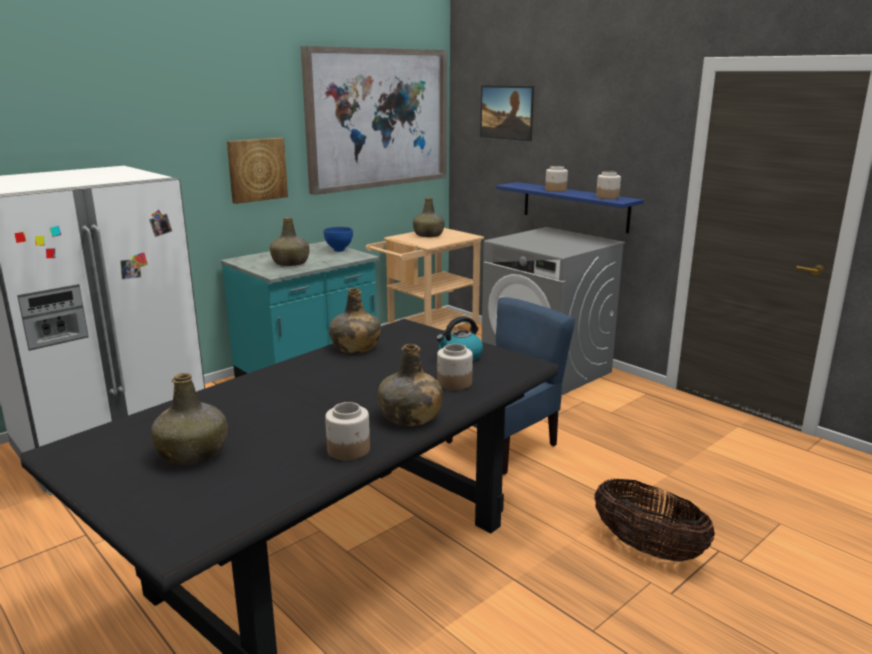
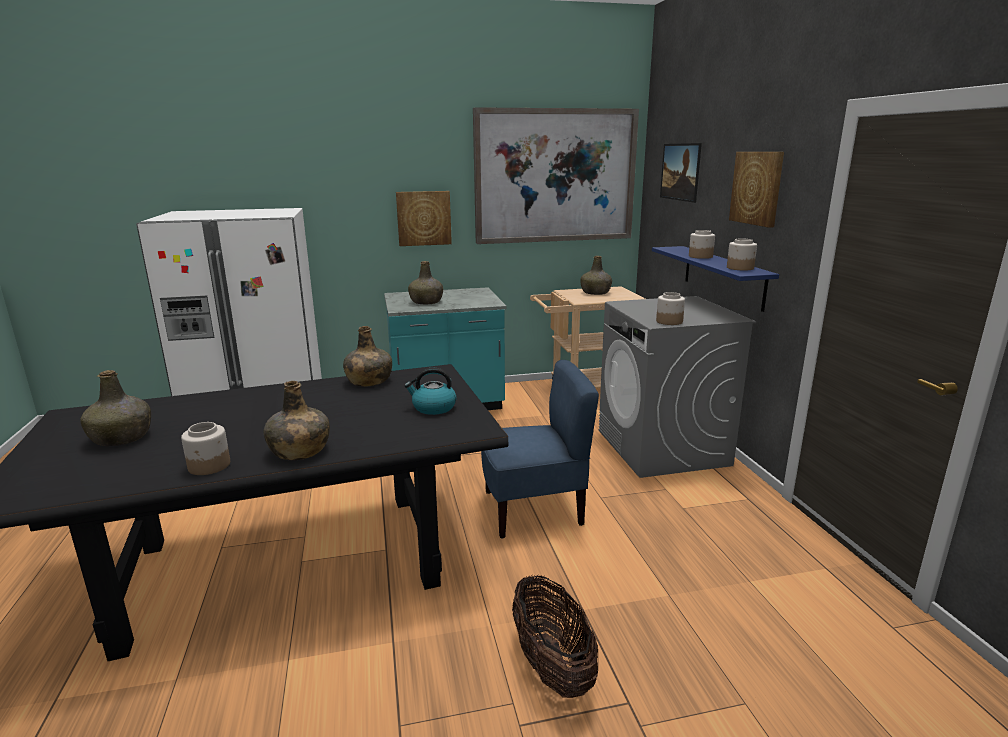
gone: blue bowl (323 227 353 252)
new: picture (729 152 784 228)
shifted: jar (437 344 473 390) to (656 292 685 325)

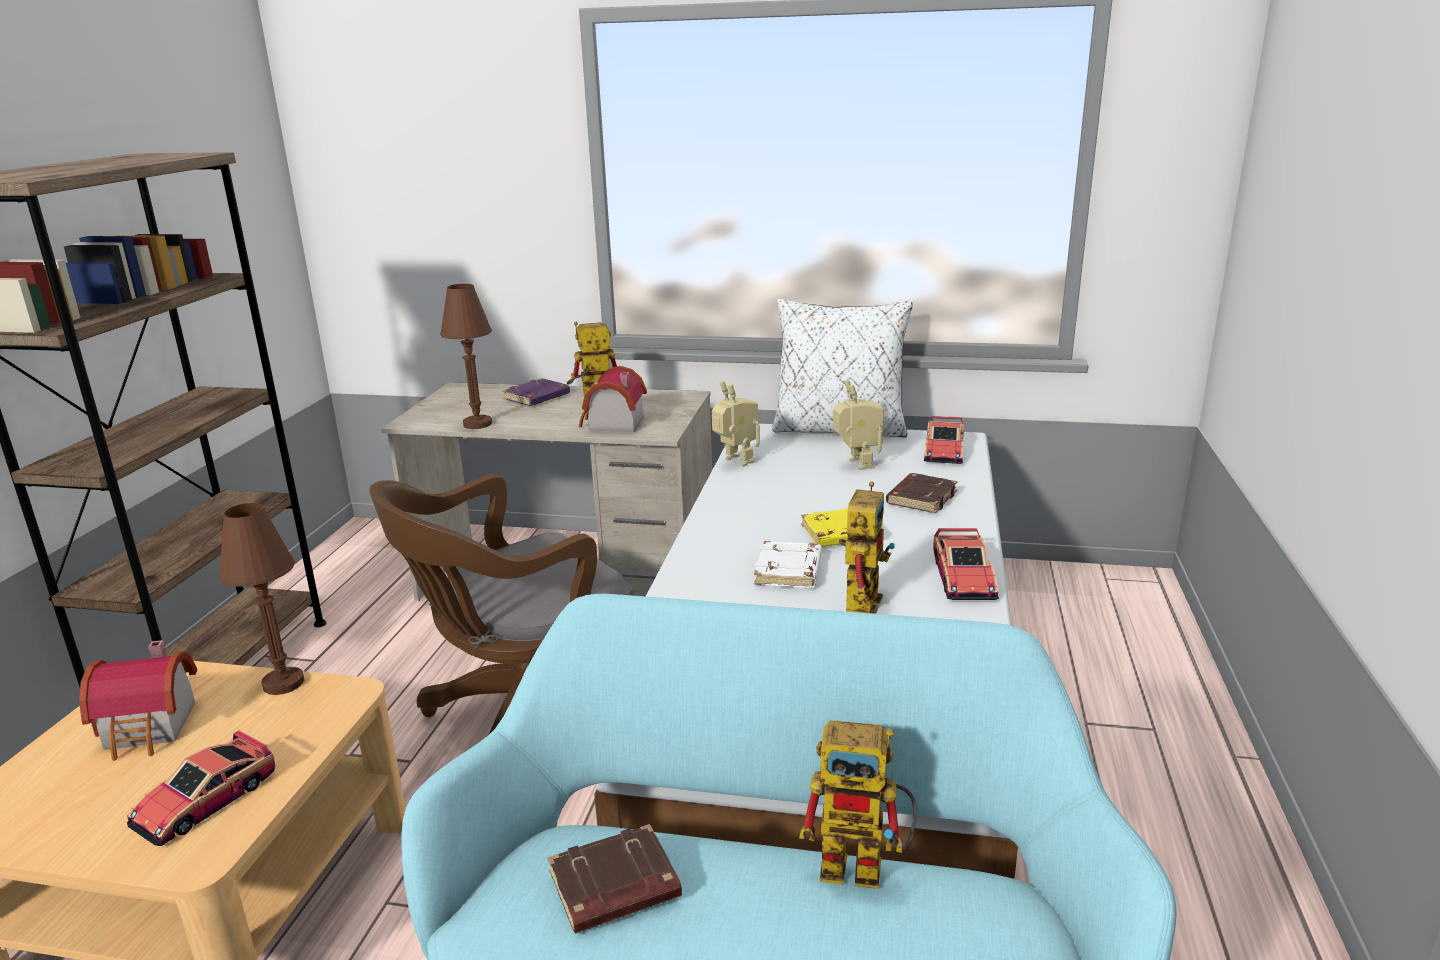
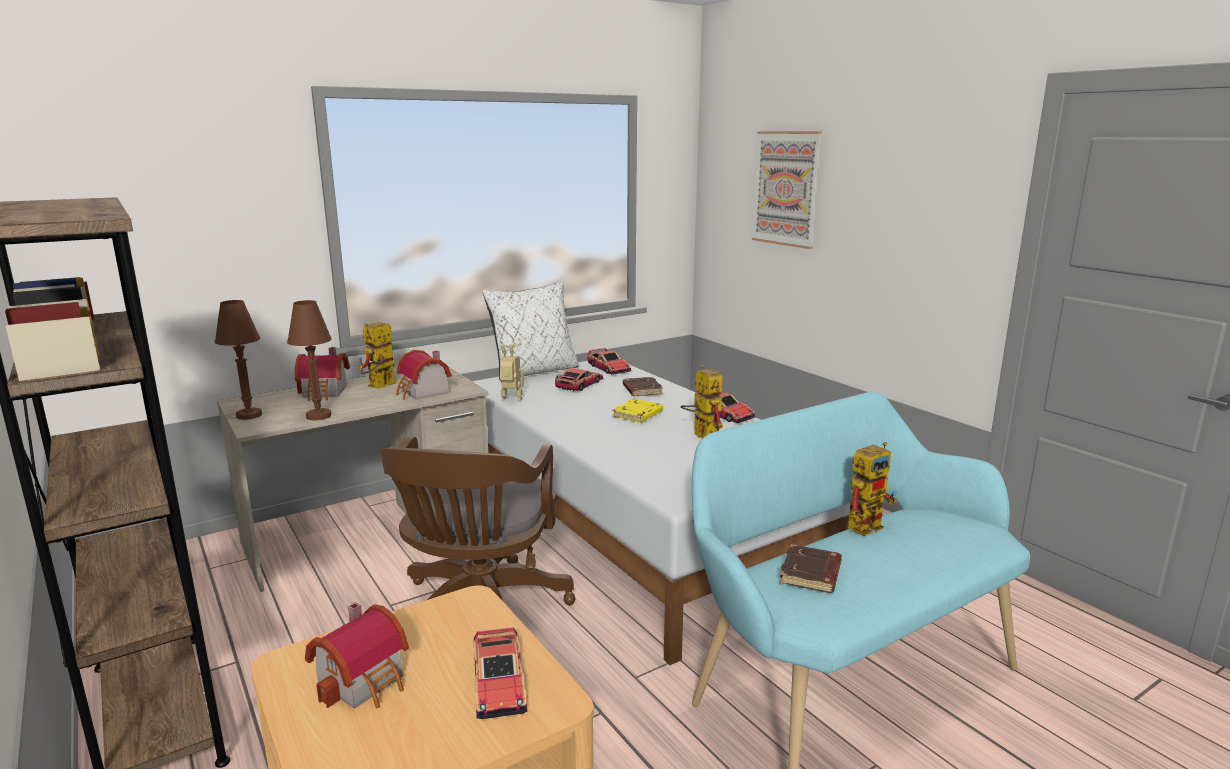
gone: white book (754 541 822 588)
new: picture (752 131 821 249)
shifted: brown table lamp (219 503 304 695) to (215 300 262 420)
swapped: purple book (502 378 570 406) to toy house (295 347 350 401); toy robot (833 381 884 470) to toy car (555 368 604 391)

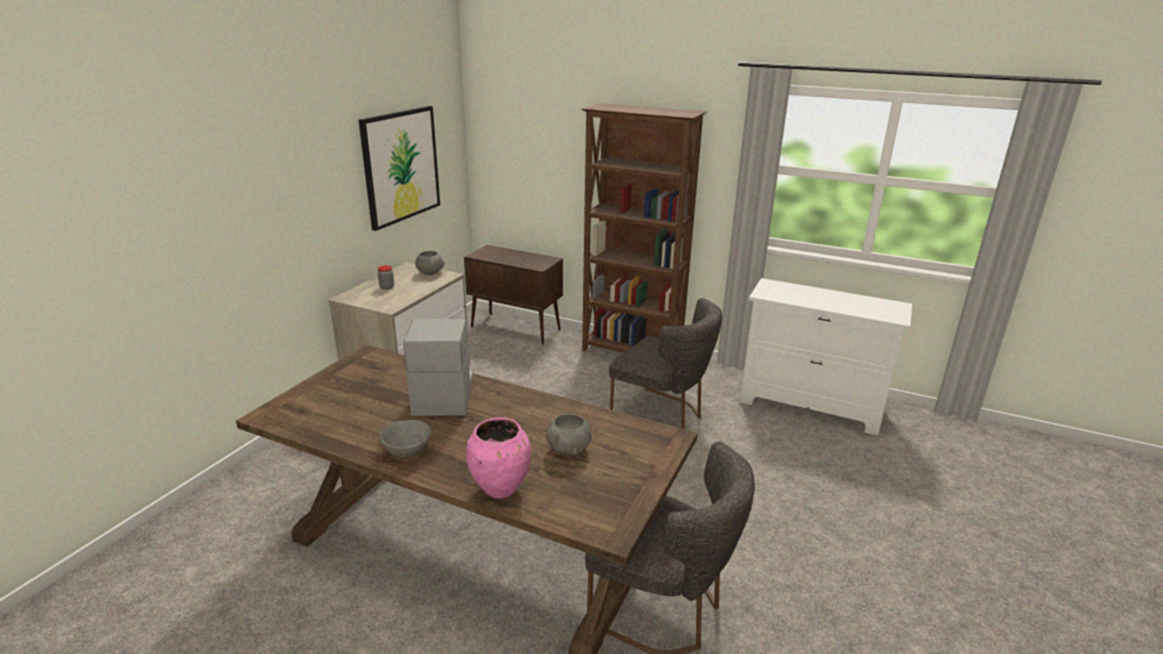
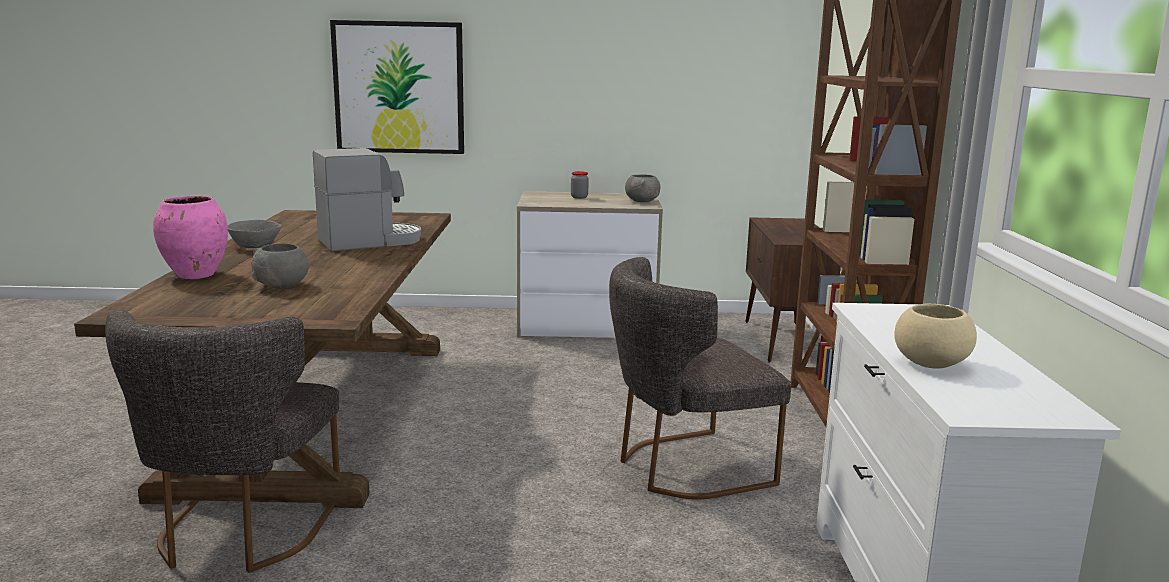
new: beige bowl (894 303 977 369)
shifted: picture (359 106 440 231) to (330 20 464 154)
rotated: grey chair (609 298 722 429) = (609 257 791 499) 60 degrees clockwise

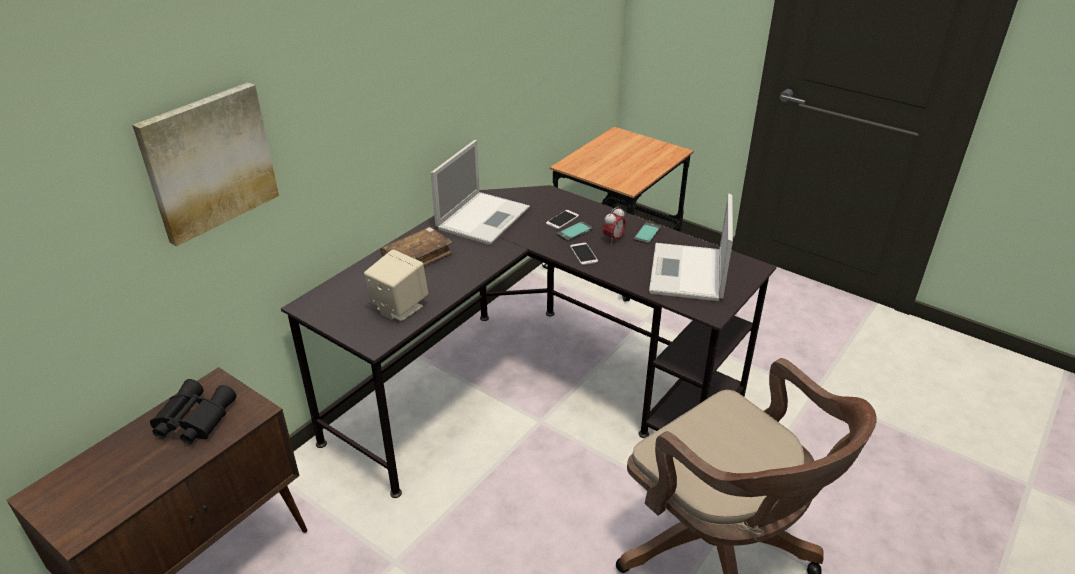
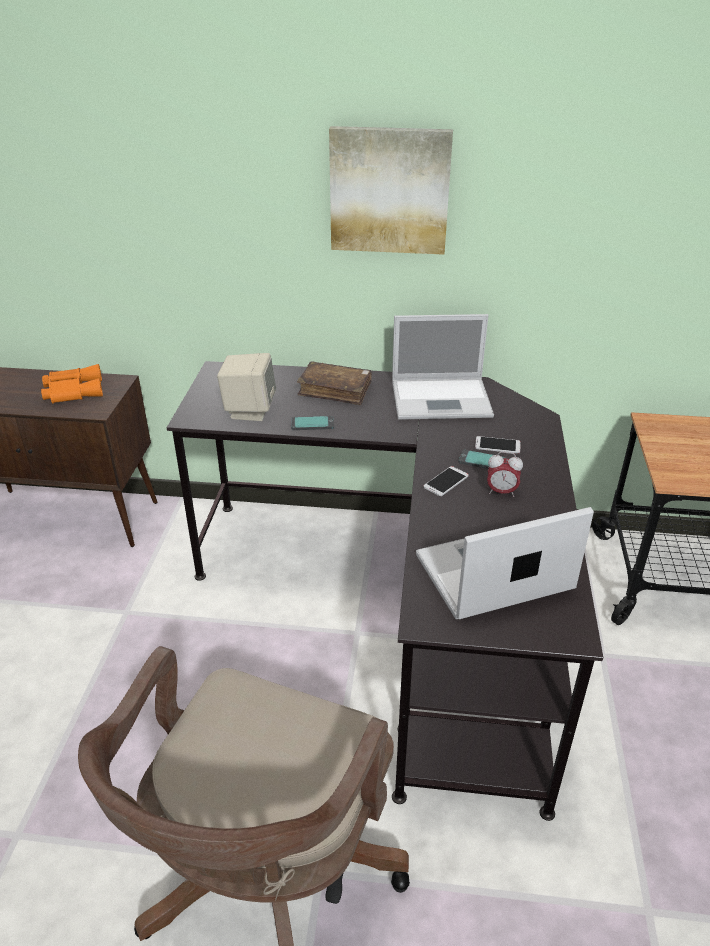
shifted: picture (132 82 279 246) to (329 126 453 255); phone (634 222 661 244) to (291 416 334 430)
repainted: black binoculars (150 379 236 444) to orange binoculars (41 364 103 404)

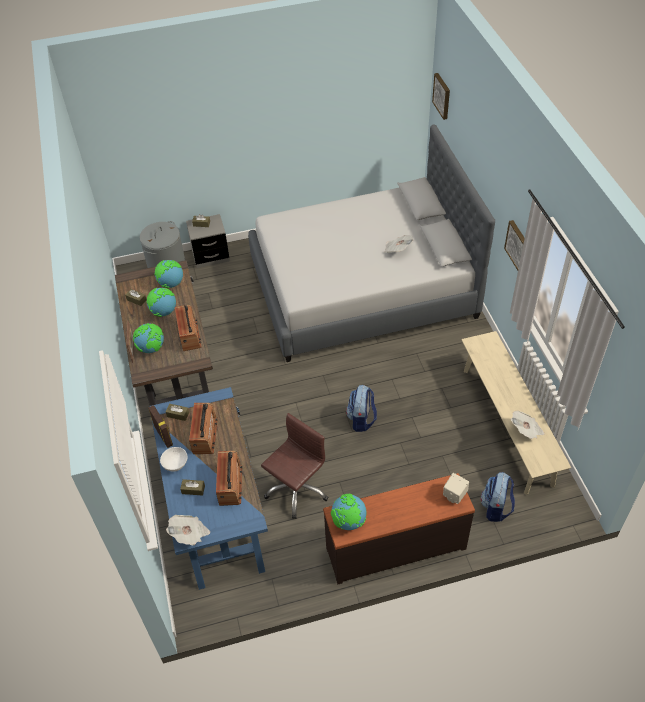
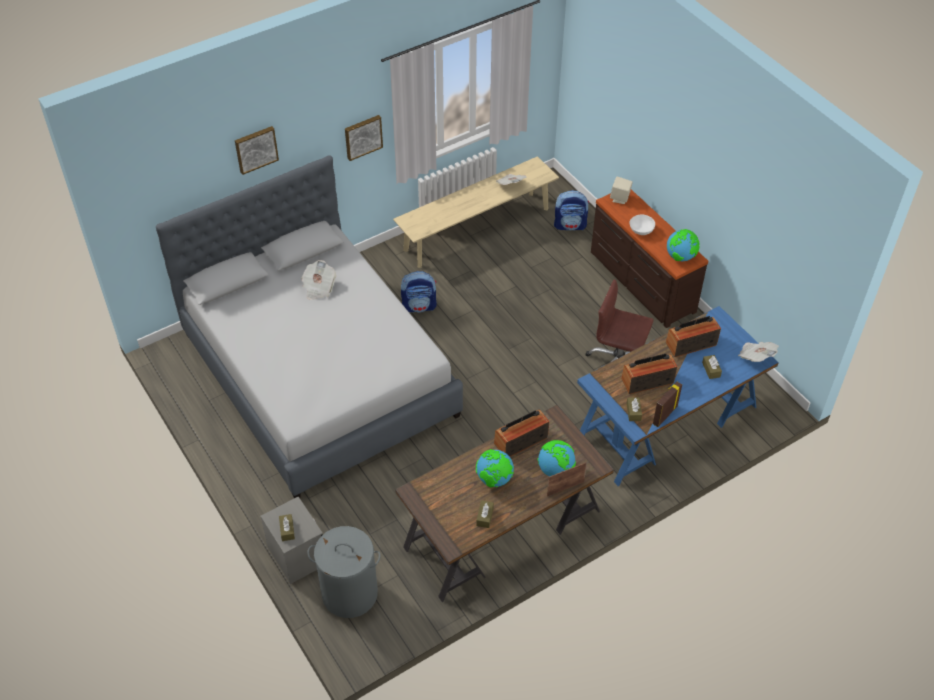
gone: globe (154 260 183 288)
shifted: picture (432 73 450 120) to (235 126 279 175); backpack (346 385 377 432) to (401 271 437 312); white bowl (160 447 187 472) to (630 215 655 235)

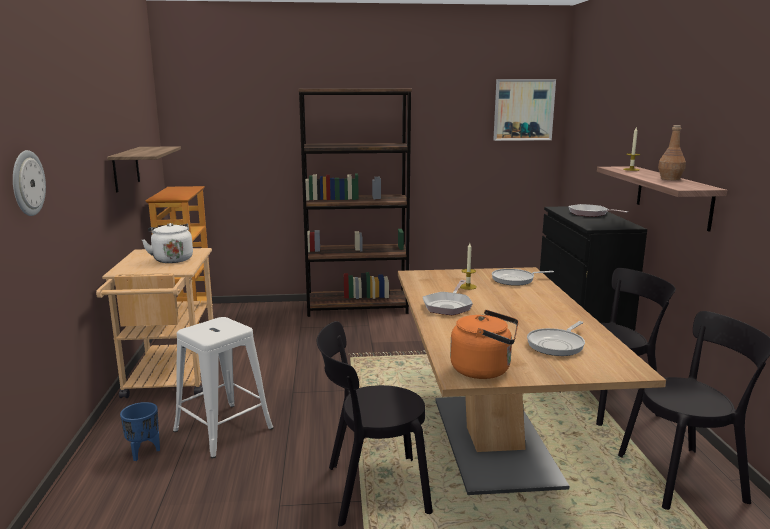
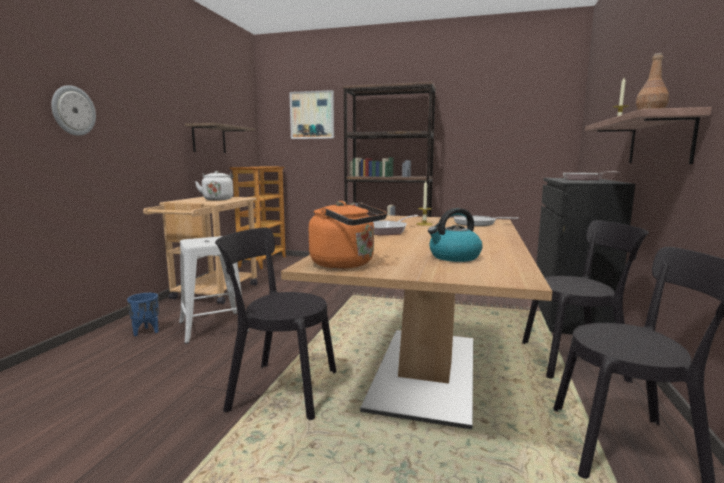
shifted: picture (493 79 556 141) to (289 90 334 139)
swapped: frying pan (527 321 585 356) to kettle (428 208 483 262)

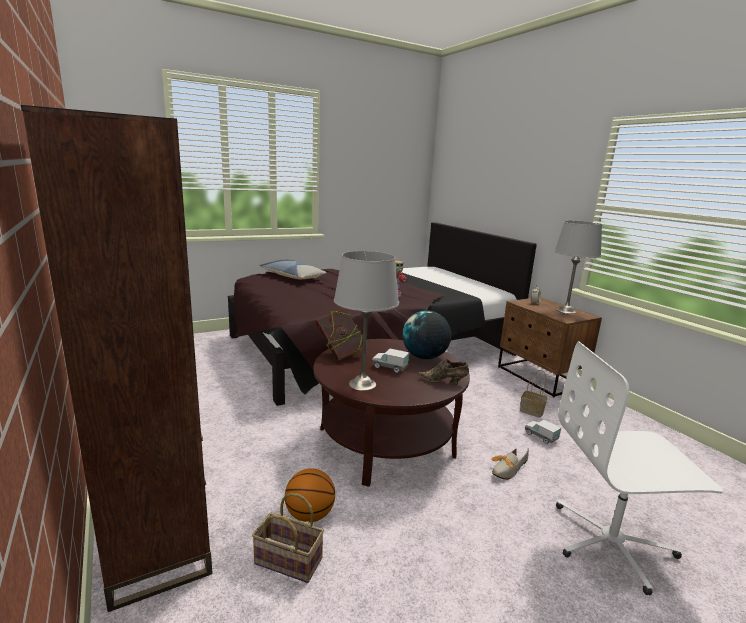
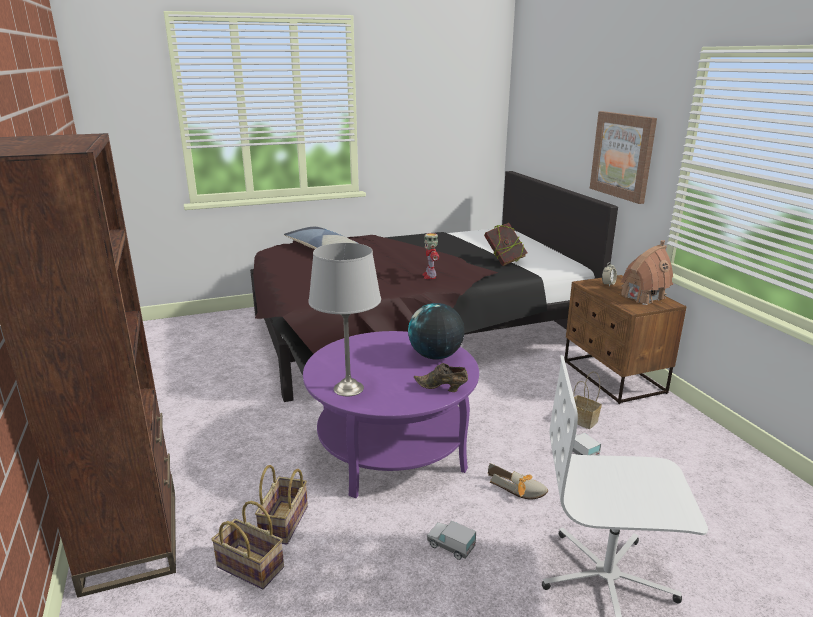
new: picture (590 111 657 204)
shifted: book (315 308 363 362) to (484 223 527 266); toy truck (372 349 409 373) to (427 521 476 560)
swapped: grey table lamp (554 221 602 314) to toy house (621 240 673 305); basketball (285 468 335 523) to basket (255 465 308 545)
repainted: brown coffee table (313 339 470 487) to purple coffee table (303 331 479 498)
rotated: shoe (491 448 529 480) = (488 463 548 500) 120 degrees counterclockwise

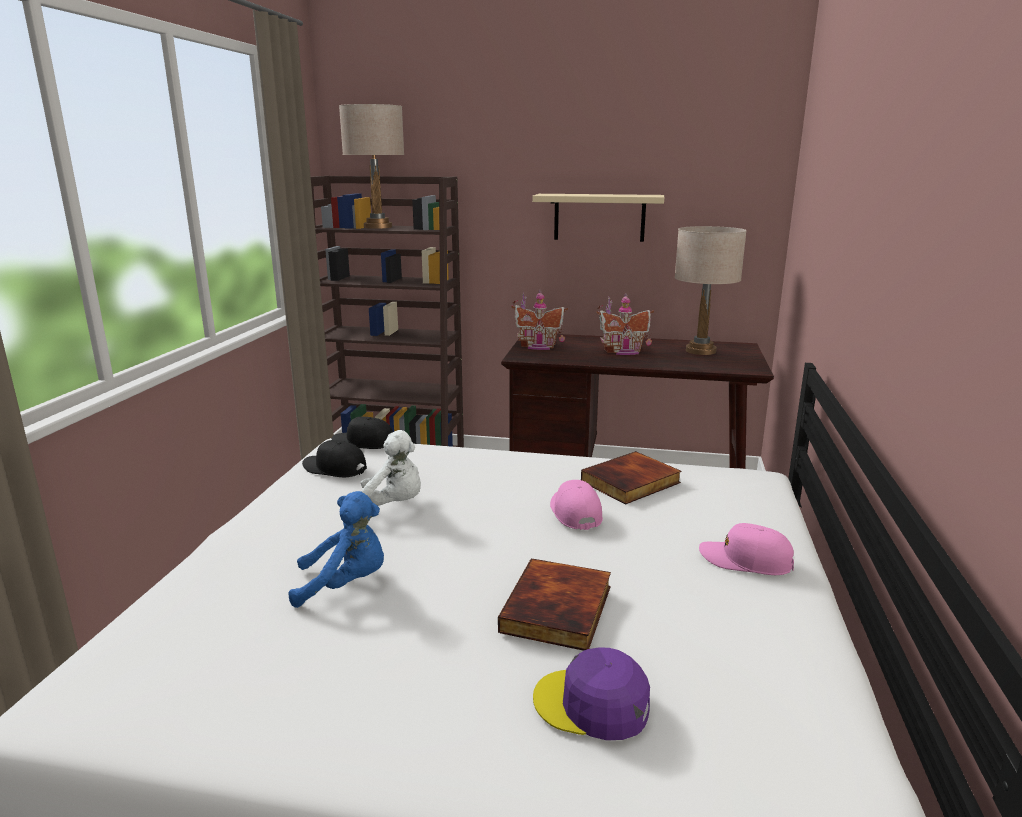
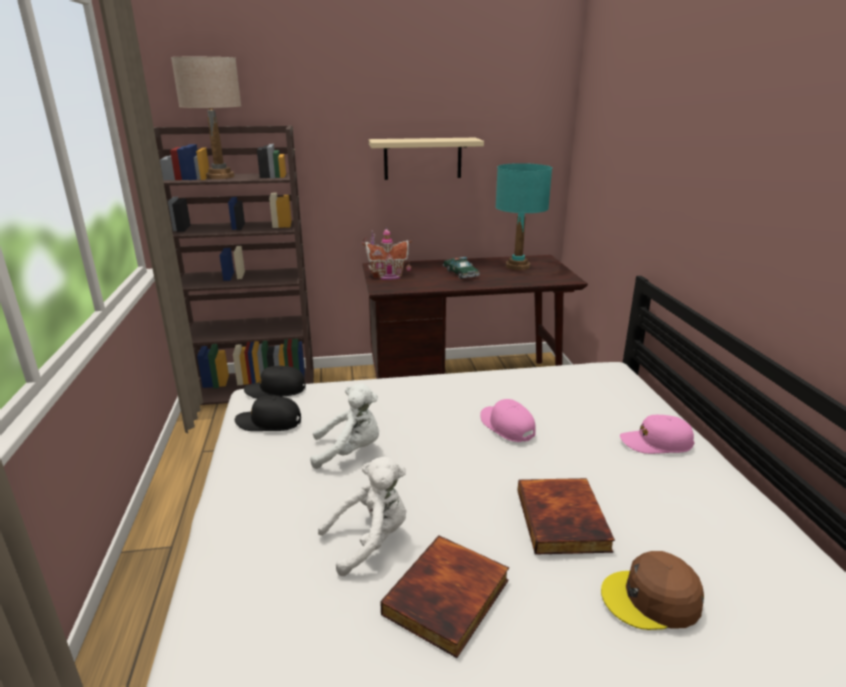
shifted: book (581 451 681 505) to (380 535 509 658)
swapped: toy house (596 294 654 355) to toy car (443 257 480 279)
repainted: beige table lamp (675 226 747 355) to turquoise table lamp (495 163 552 270); blue plush toy (289 491 384 608) to white plush toy (318 456 406 576); purple cap (533 647 650 740) to brown cap (601 551 704 630)

